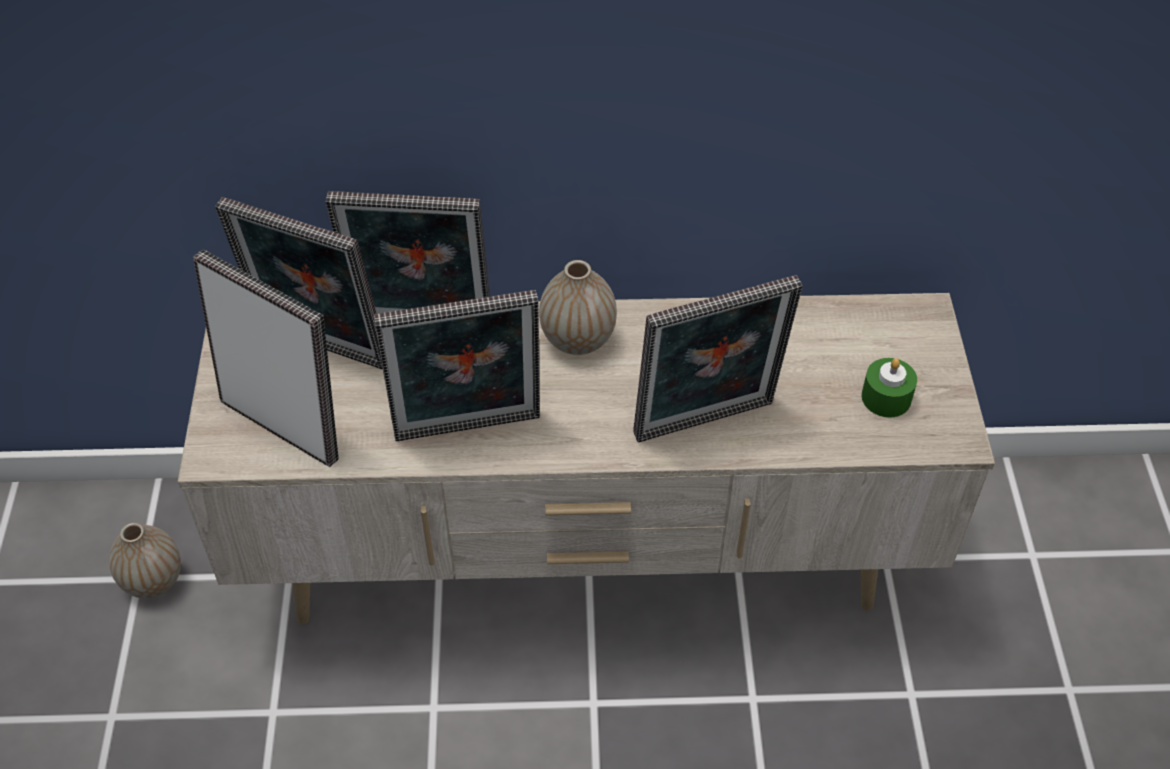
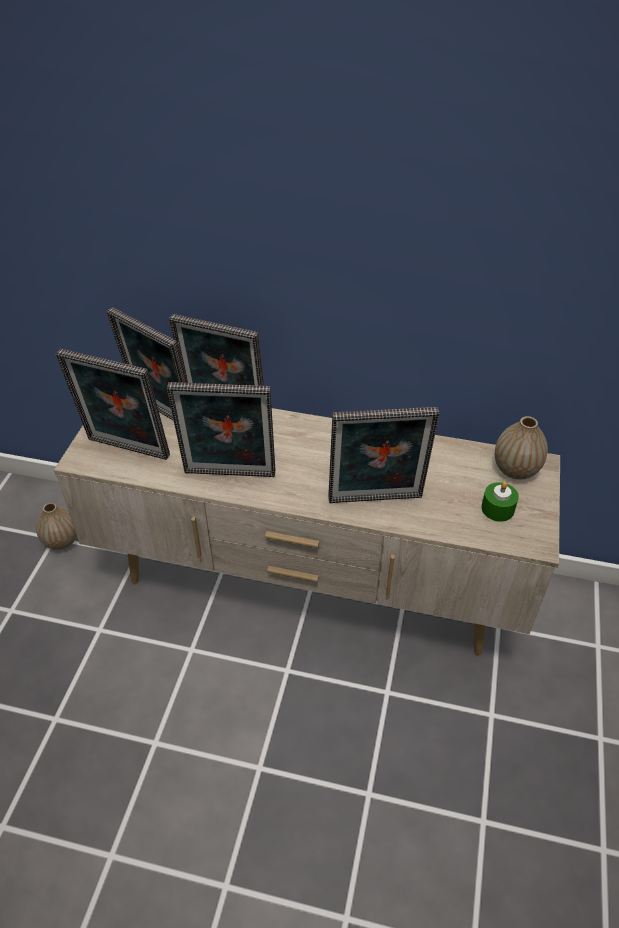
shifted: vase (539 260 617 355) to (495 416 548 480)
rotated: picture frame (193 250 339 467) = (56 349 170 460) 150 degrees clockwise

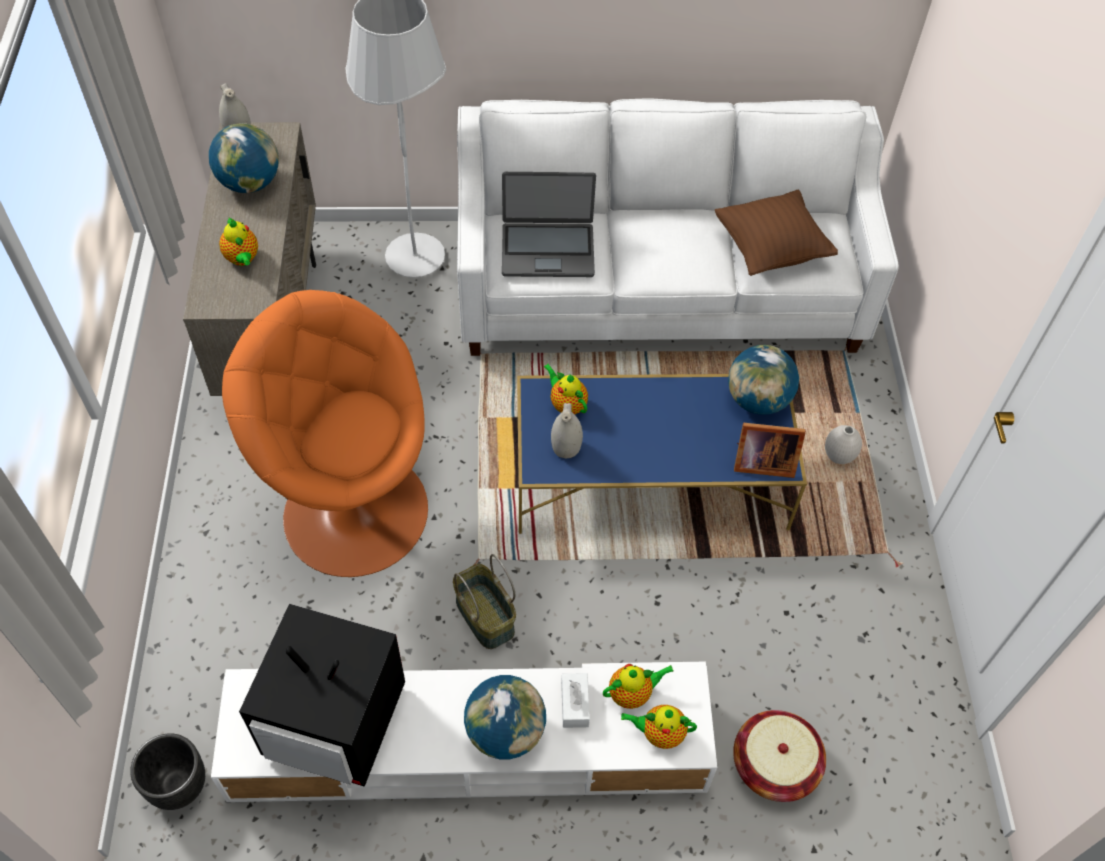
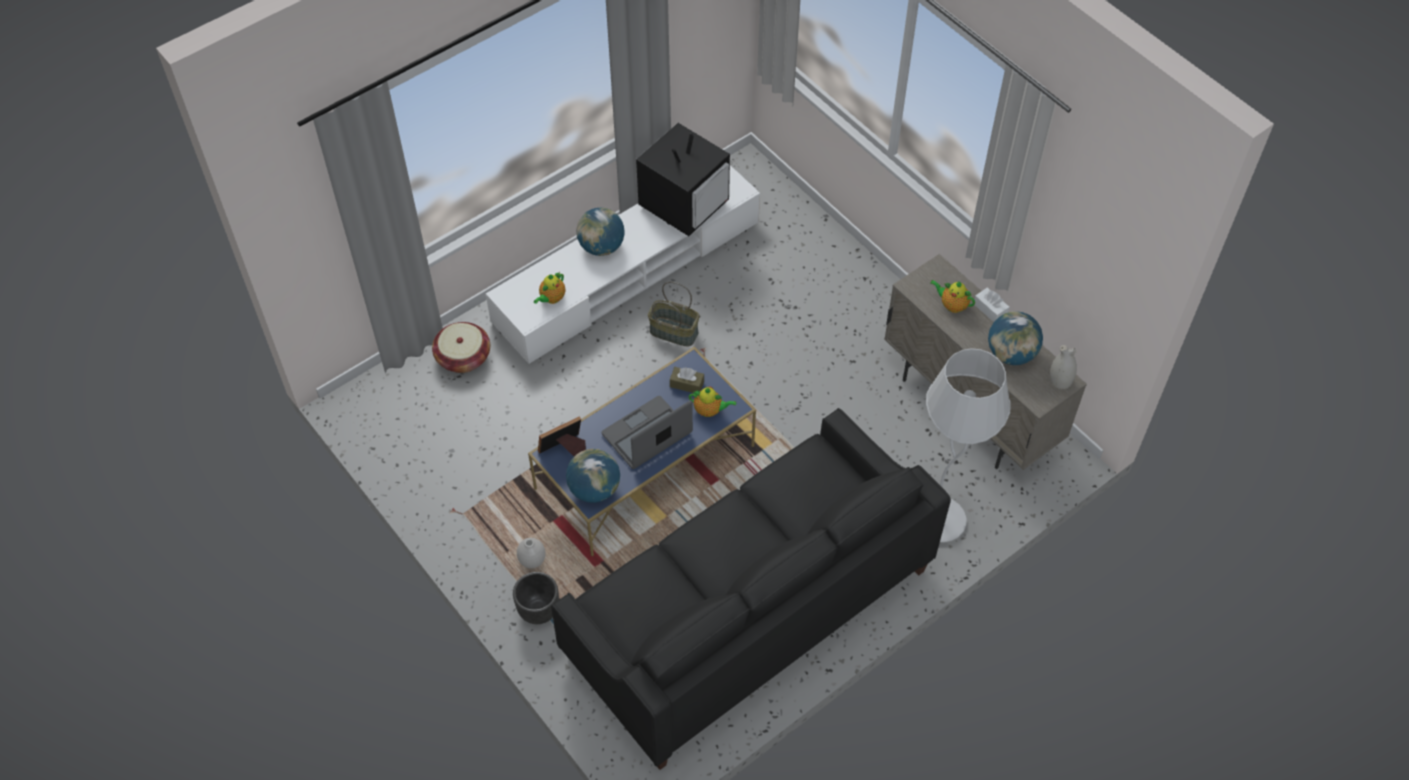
gone: brown pillow (715 190 838 276); orange armchair (222 290 428 577); teapot (621 705 697 749)
shifted: laptop (502 172 596 277) to (602 396 693 469); white tissue box (561 673 590 728) to (974 287 1010 322); black planter (130 733 205 810) to (513 572 559 624)
swapped: white vase (551 403 583 458) to brown tissue box (670 367 704 393)
repainted: white sofa (457 98 899 356) to black sofa (551 408 951 770)
rotated: television (239 604 405 787) = (636 123 730 236) 150 degrees clockwise

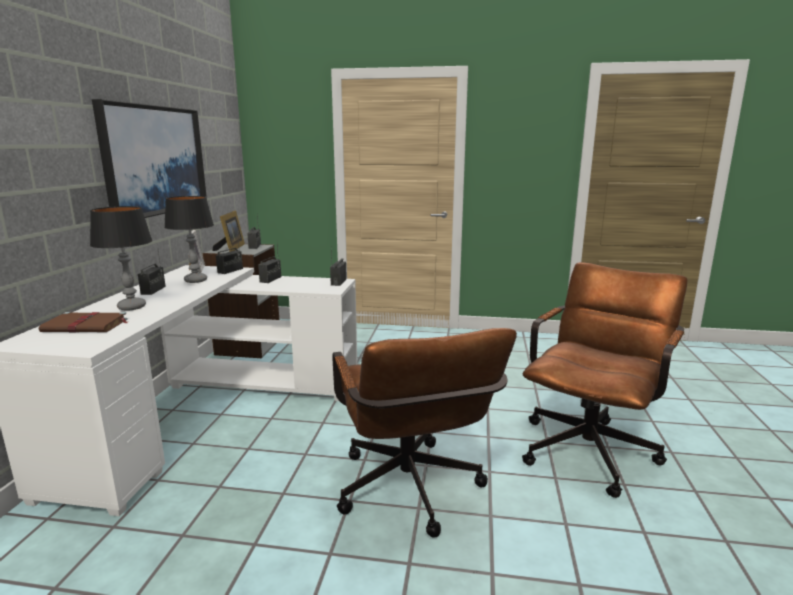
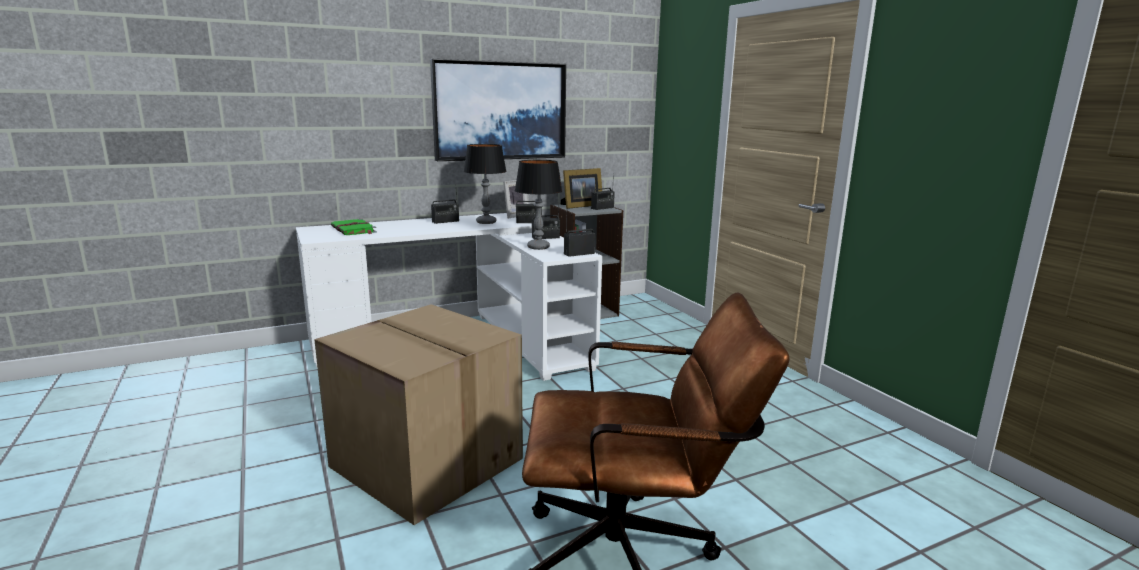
shifted: table lamp (90 206 152 311) to (515 160 562 250)
swapped: brown office chair (333 328 517 538) to cardboard box (314 304 523 525)
repainted: brown book (39 312 128 332) to green book (331 219 377 235)

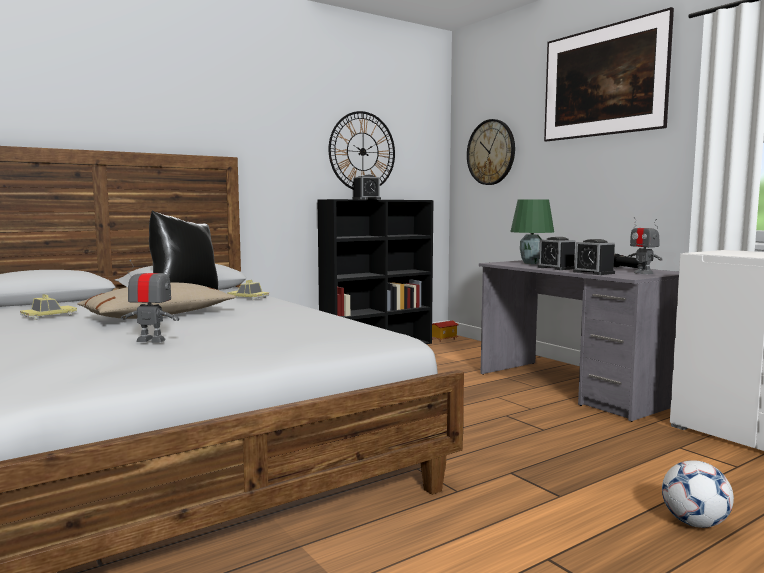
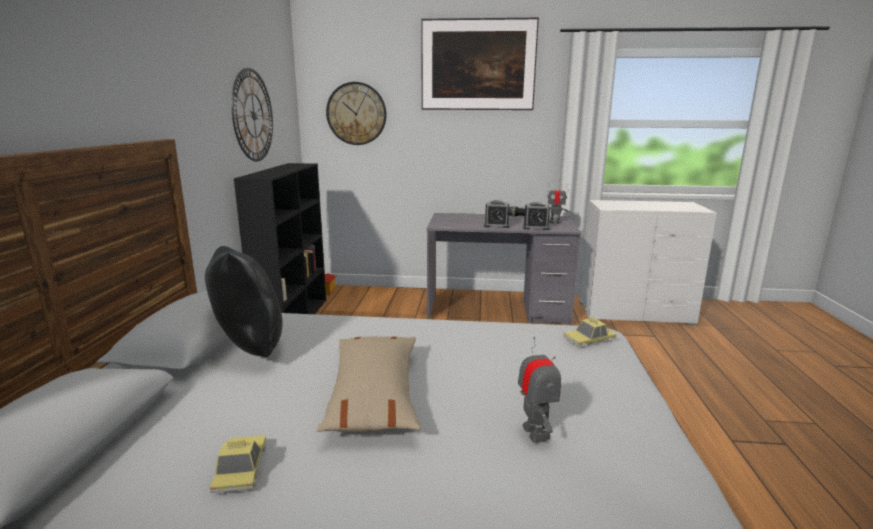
gone: alarm clock (353 175 381 200); green table lamp (510 199 554 264); football (662 460 734 528)
shifted: toy car (227 280 269 300) to (563 317 617 348)
rotated: toy robot (121 258 179 342) = (518 337 561 443) 120 degrees clockwise

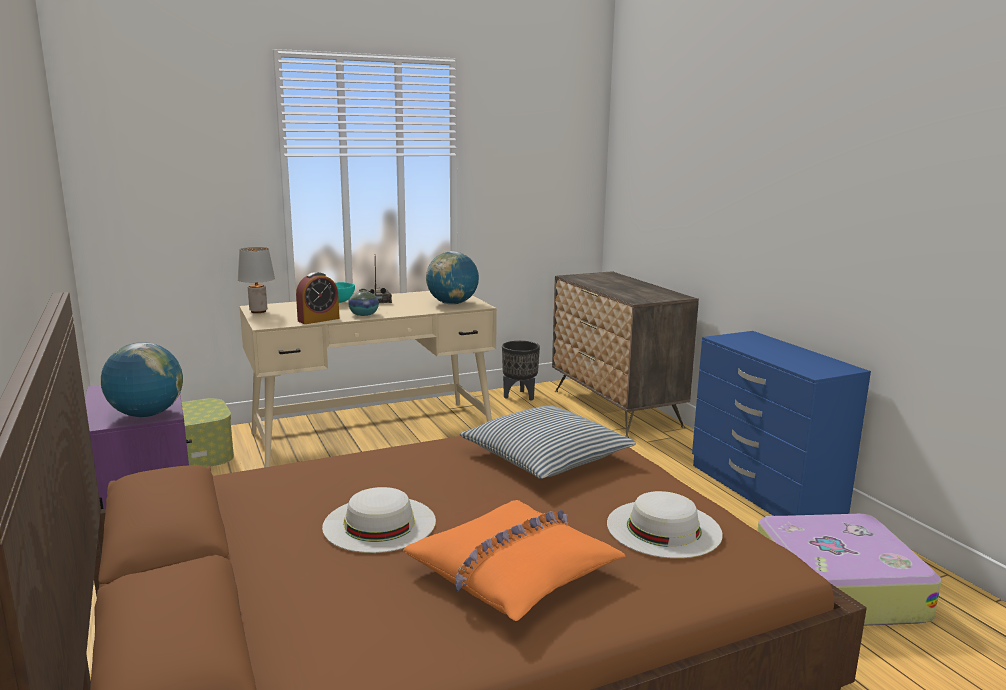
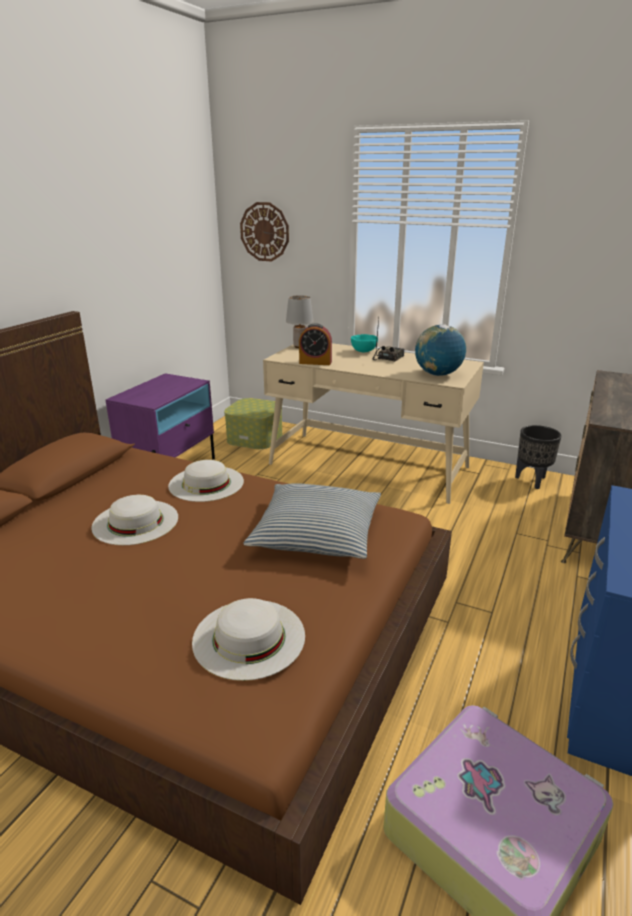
gone: vase (348 289 379 316); globe (101 342 183 417); orange pillow (403 500 626 621)
new: wall clock (240 202 289 261); white hat (168 460 244 502)

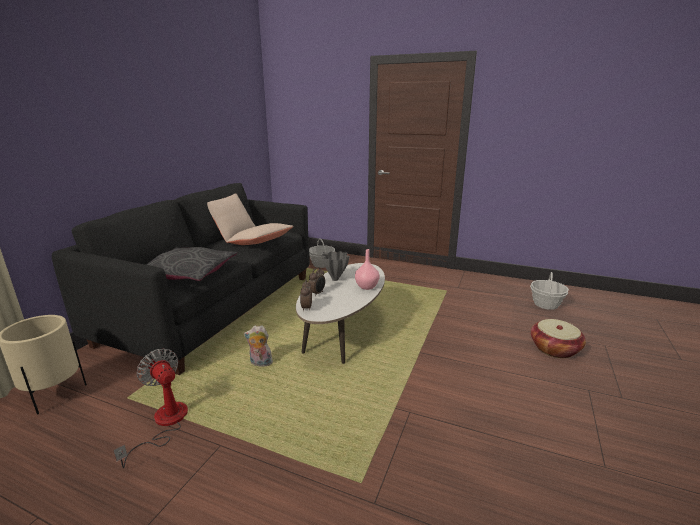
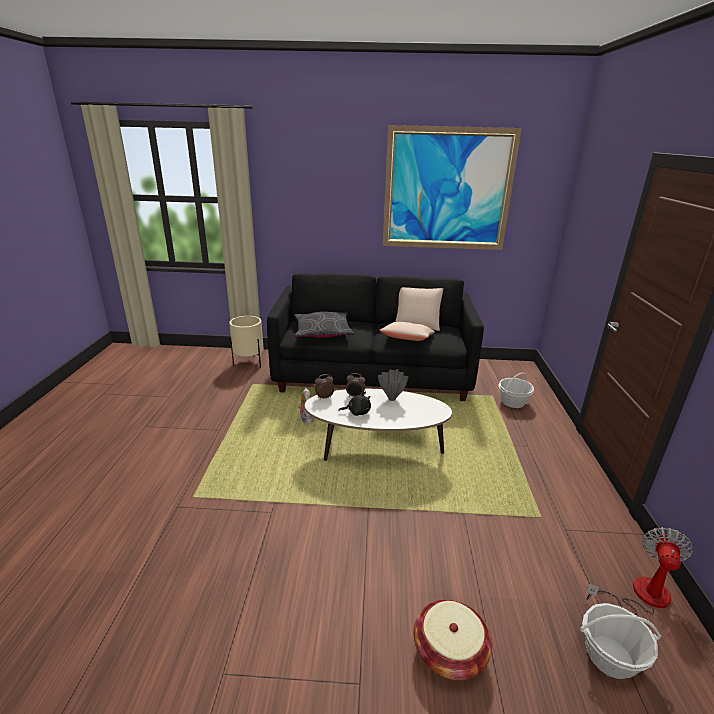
gone: pink vase (355 249 380 290)
new: picture (383 125 522 250); black plush toy (339 391 371 416)
shifted: fan (114 349 188 468) to (586 527 693 615)

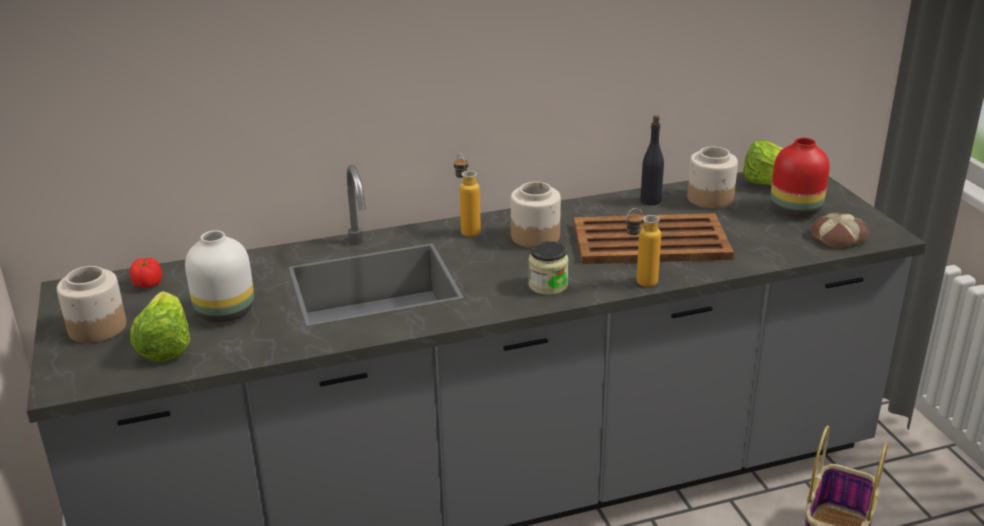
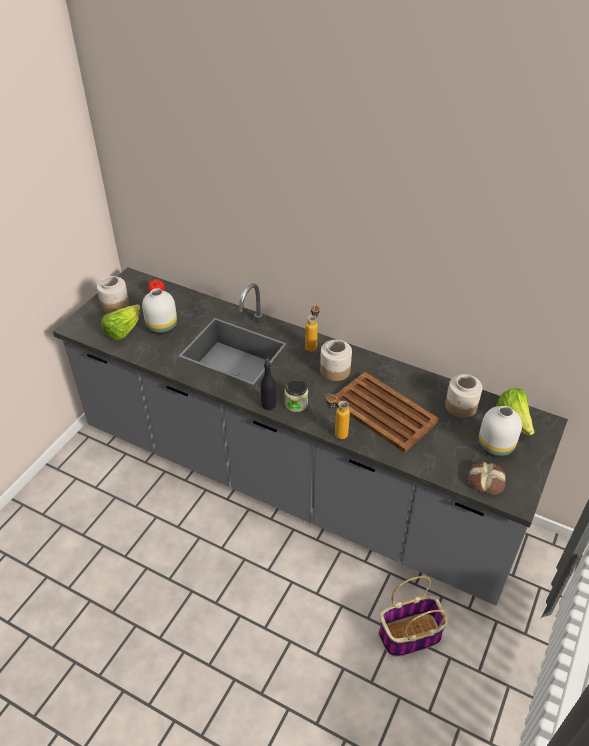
shifted: black bottle (640 115 664 206) to (261 358 276 410)
repainted: red vase (771 138 830 217) to white vase (478 406 522 458)

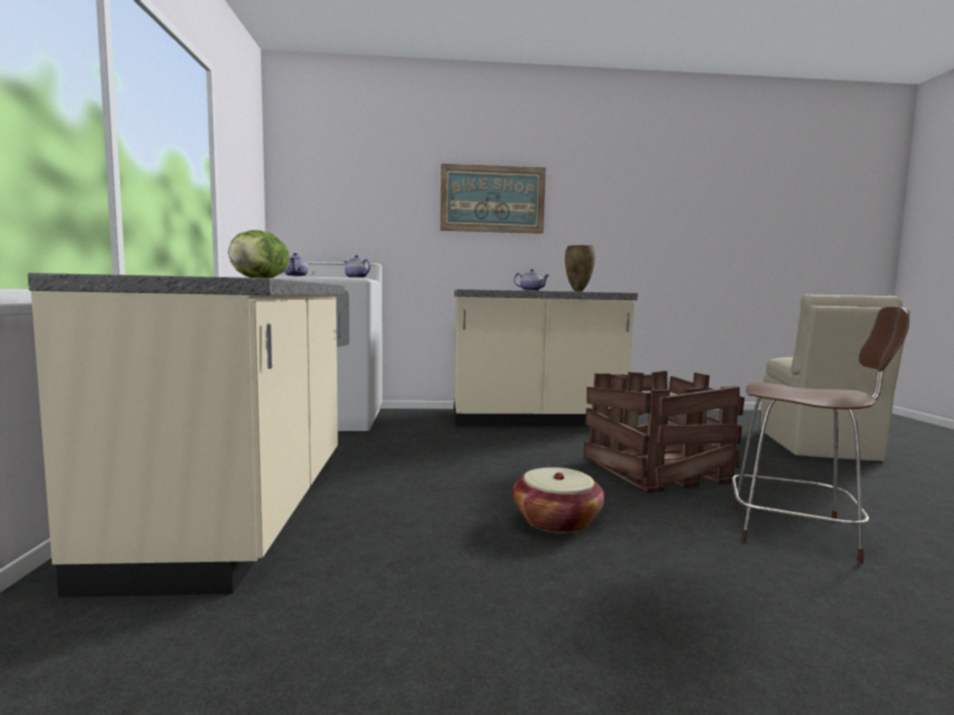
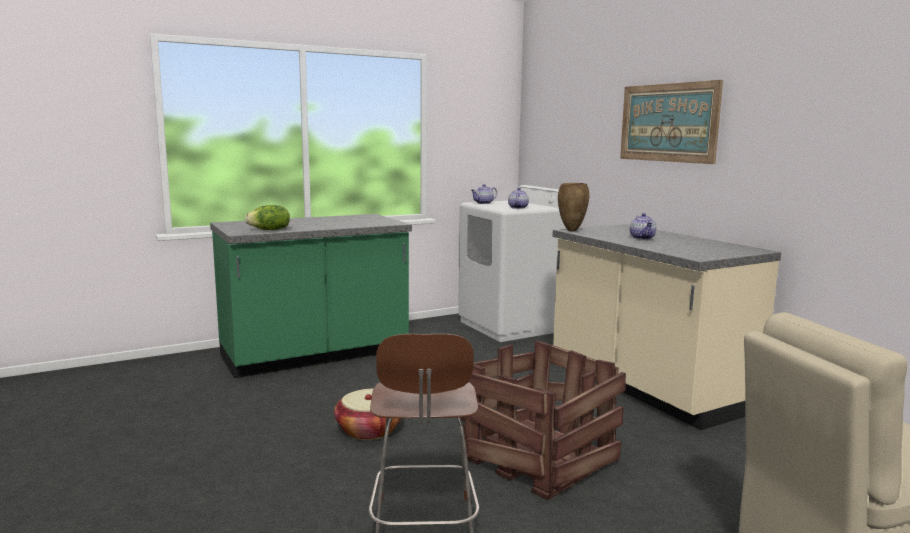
shifted: brown vase (565 245 595 292) to (558 183 589 231)
repainted: beige counter (28 273 345 598) to green counter (210 214 412 378)

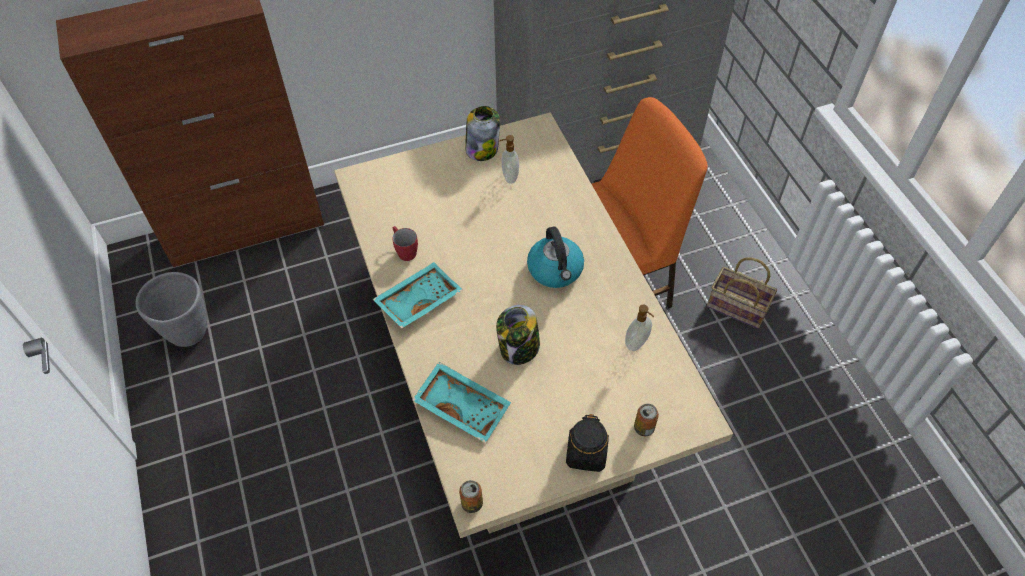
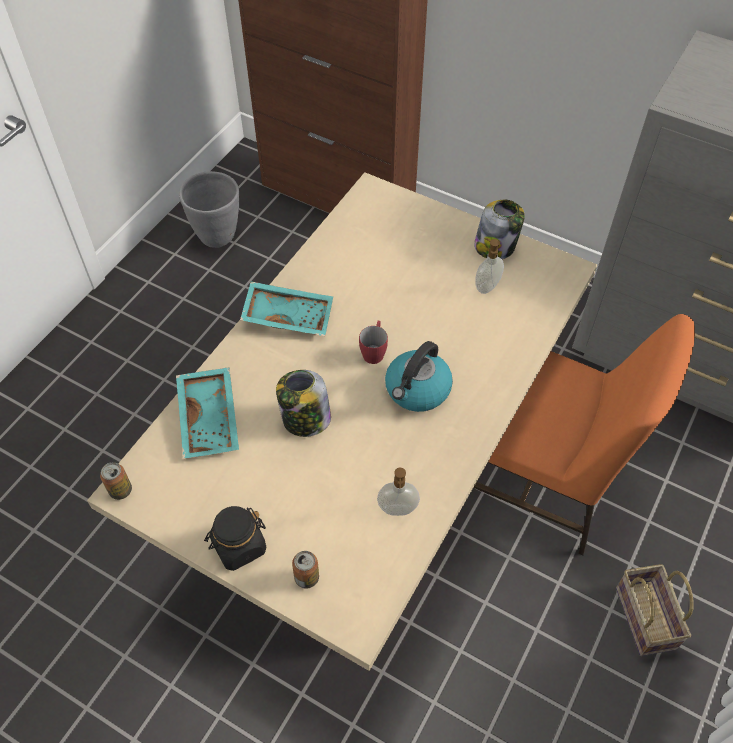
shifted: red mug (392 226 418 261) to (359 321 388 364)

